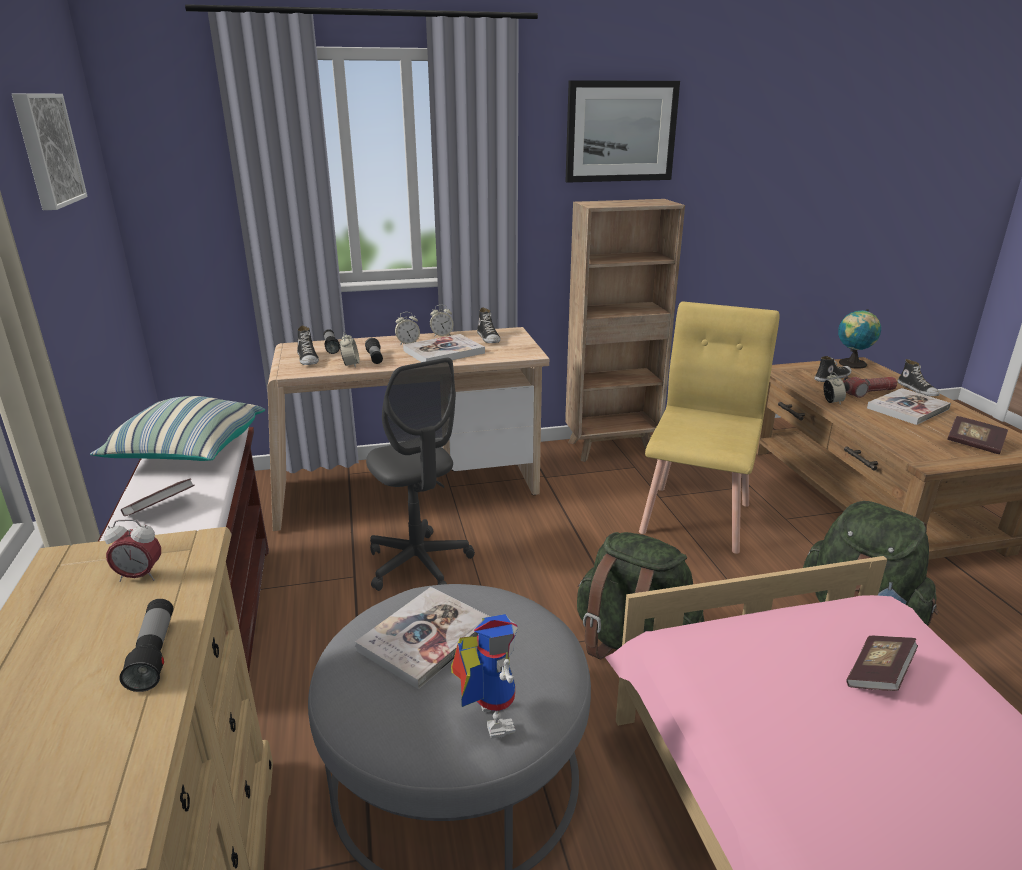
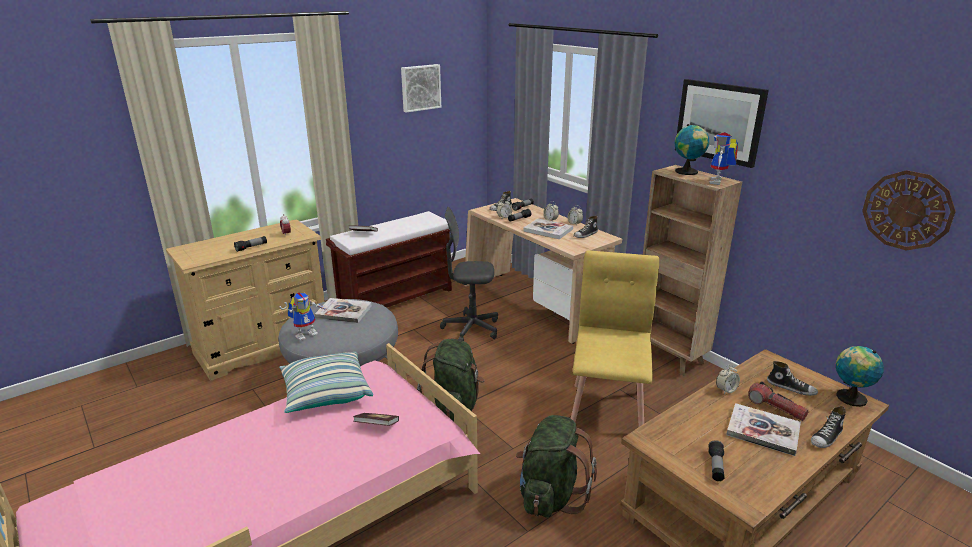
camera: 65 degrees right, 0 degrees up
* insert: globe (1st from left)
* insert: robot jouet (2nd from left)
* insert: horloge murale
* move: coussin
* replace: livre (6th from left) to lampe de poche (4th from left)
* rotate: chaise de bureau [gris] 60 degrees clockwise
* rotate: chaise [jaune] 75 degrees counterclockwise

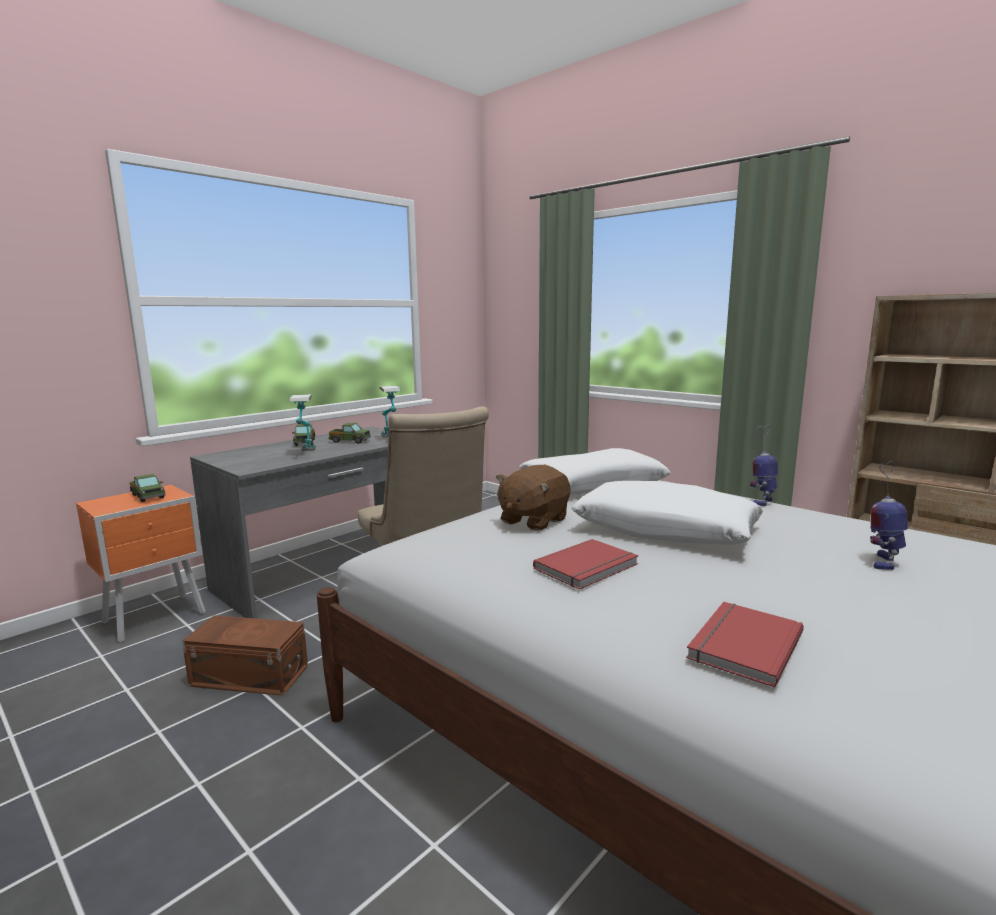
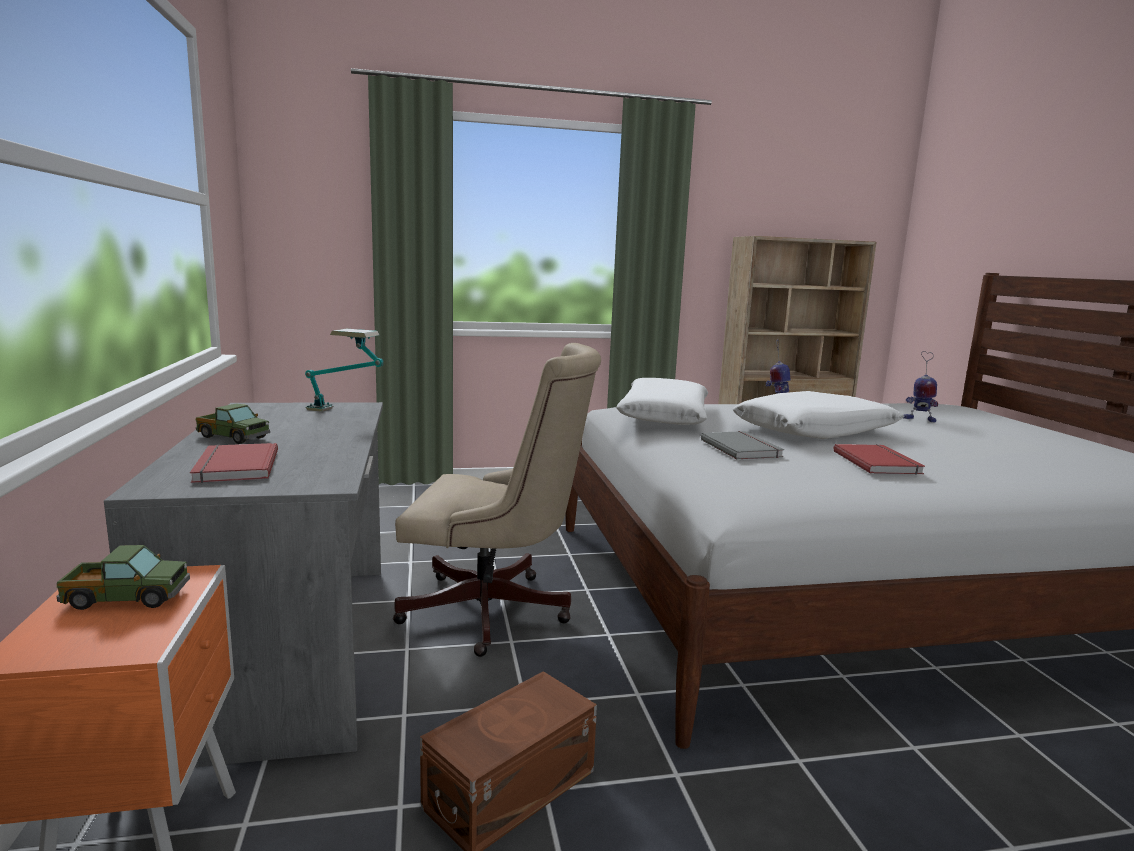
camera: 55 degrees left, 0 degrees up
* delete: lampe de table (1st from left)
* delete: camion jouet (3rd from left)
* move: livre [rouge] (2nd from left in the first image) to livre [rouge] (1st from left)
* replace: peluche [marron] to livre [gris]
* rotate: robot jouet (2nd from left) 45 degrees counterclockwise

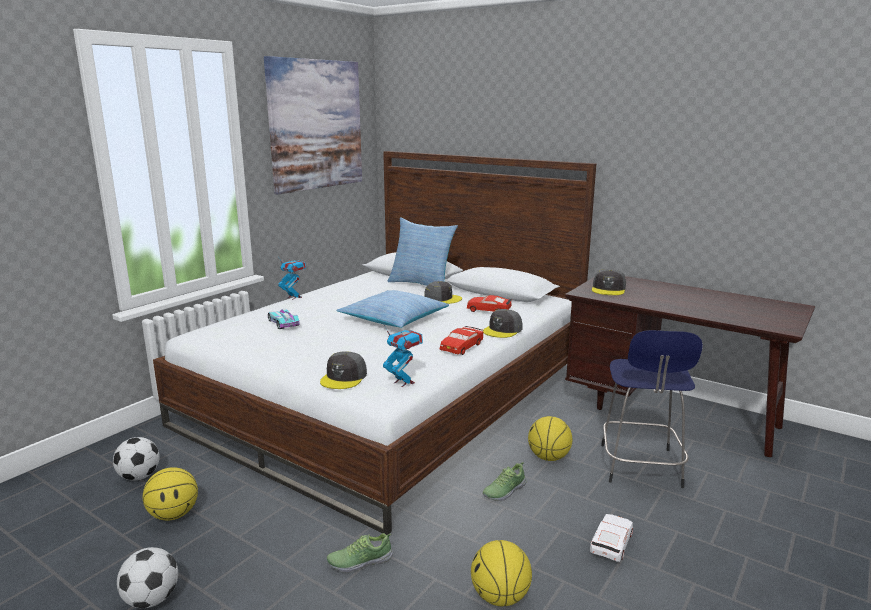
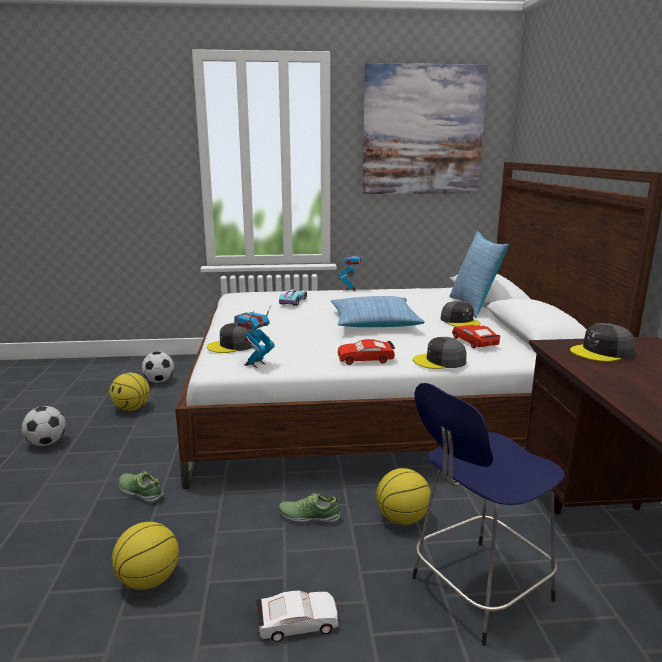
camera: 50 degrees right, 0 degrees up
* rotate: robot jouet (2nd from left in the first image) 150 degrees counterclockwise

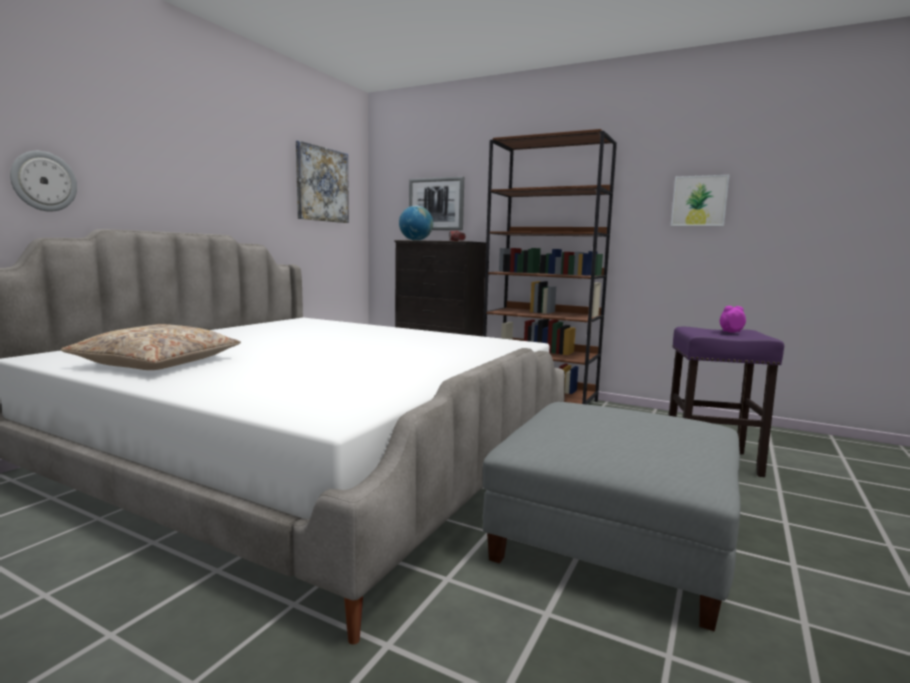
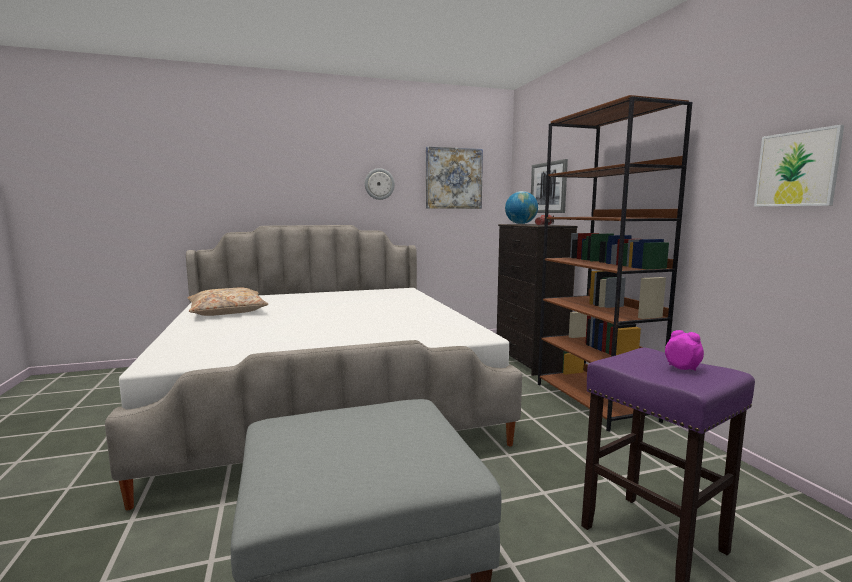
camera: 45 degrees right, 0 degrees up
* move: horloge murale

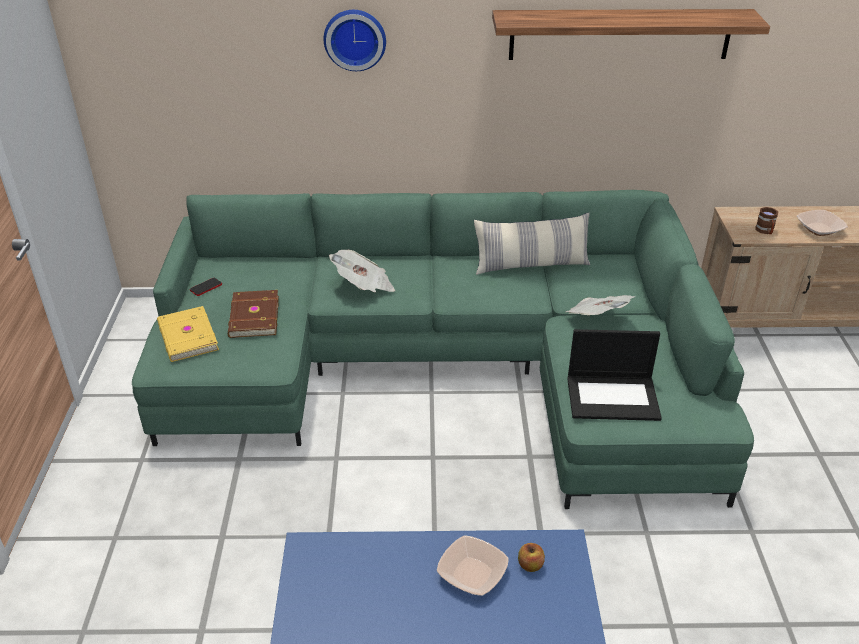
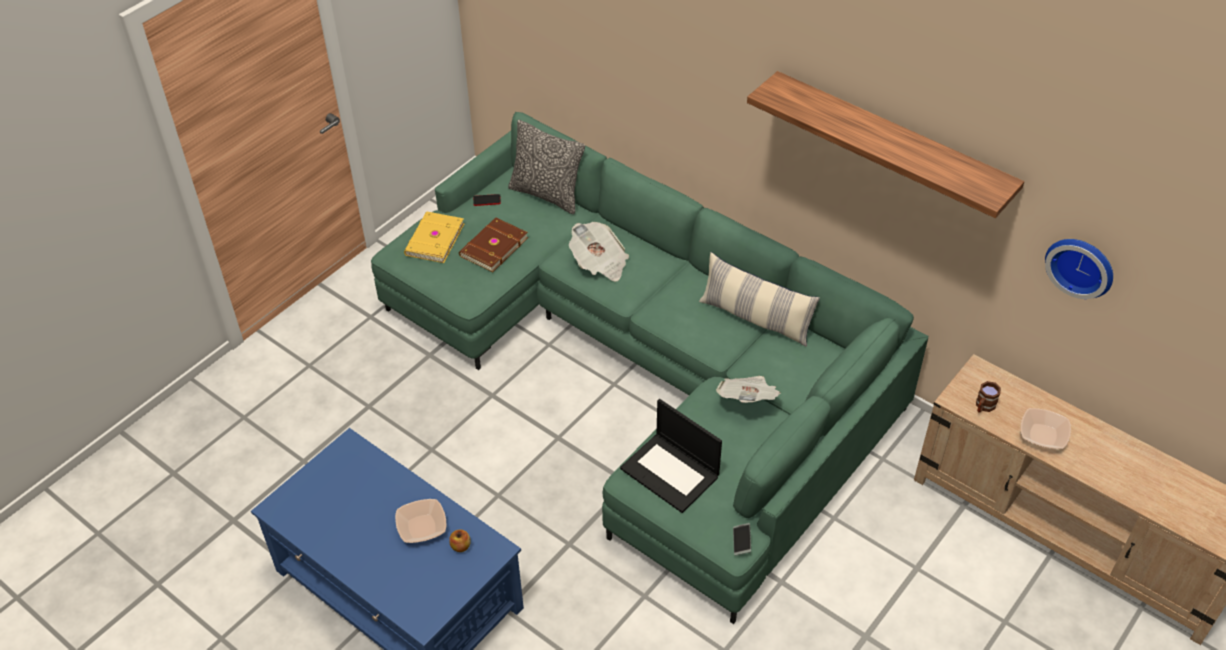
camera: 40 degrees right, 10 degrees up
* insert: coussin (1st from left)
* insert: téléphone (2nd from left)
* move: horloge murale

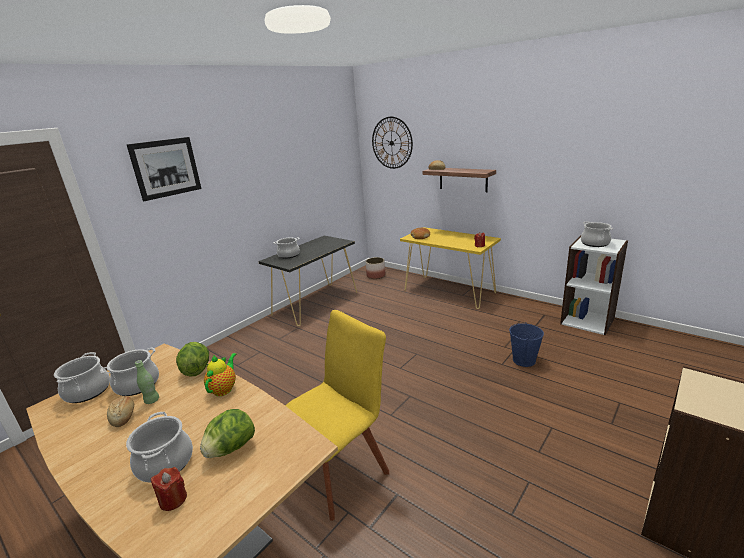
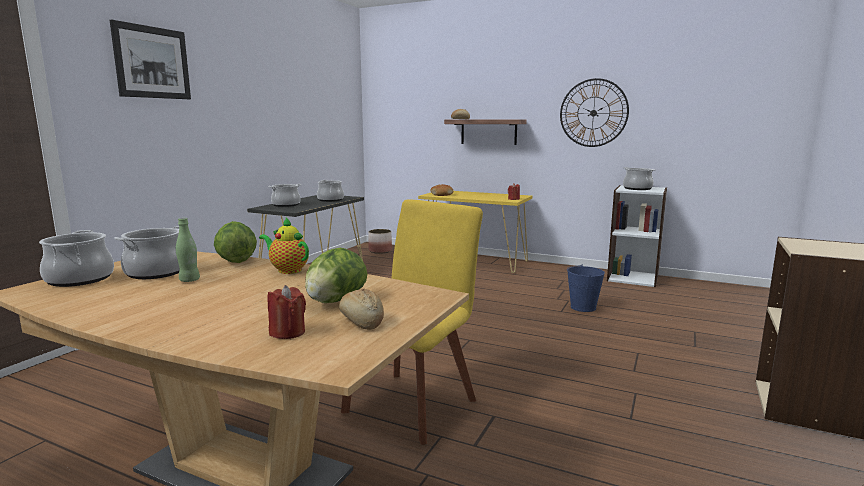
camera: 15 degrees left, 10 degrees down
* move: pain (1st from left)
* move: marmite (3rd from left in the first image) to marmite (4th from left)
* move: horloge murale
* rotate: théière 60 degrees counterclockwise

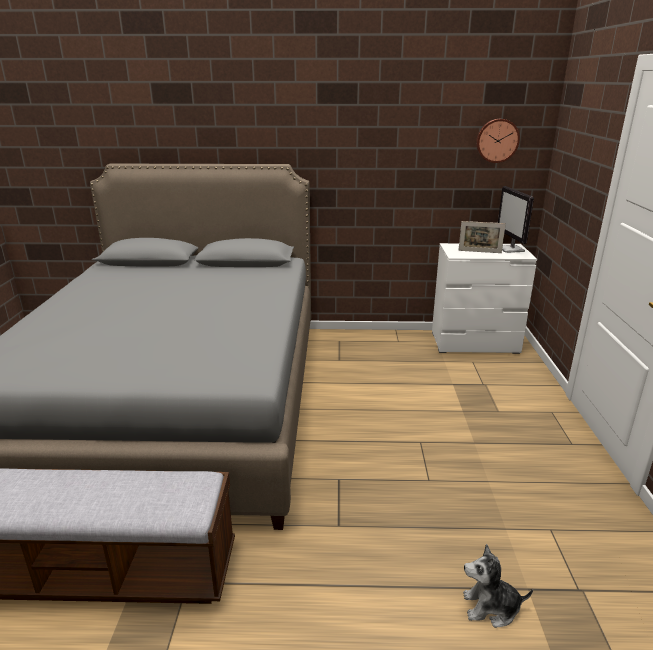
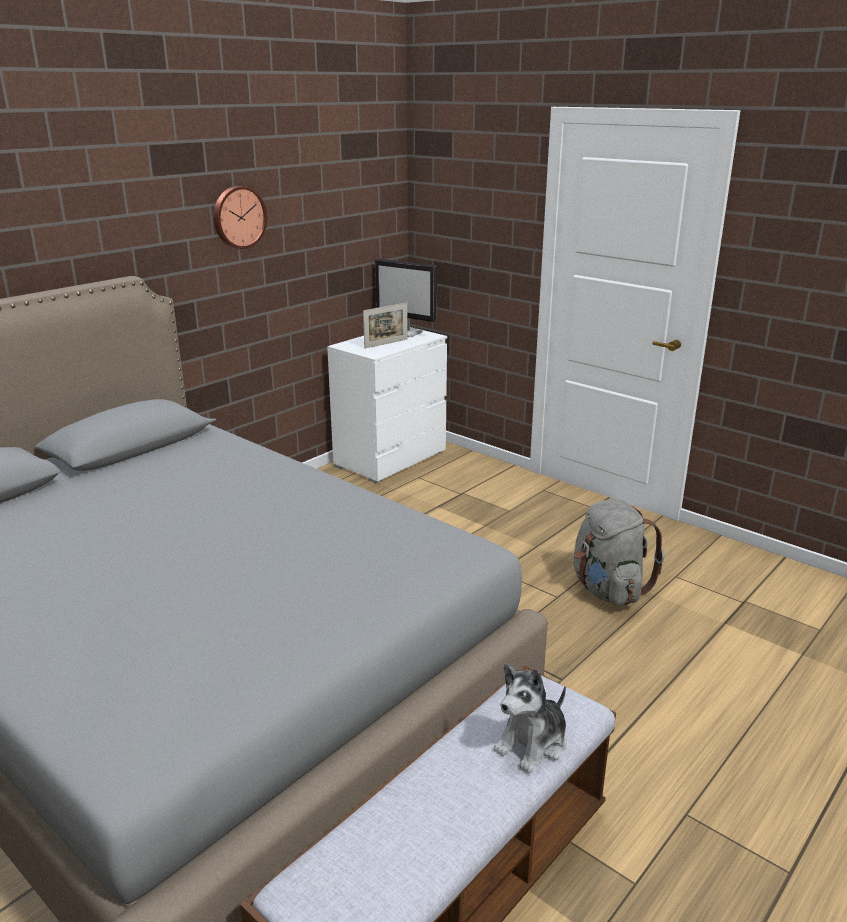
camera: 50 degrees left, 0 degrees up
* insert: sac à dos [gris]
* move: peluche
* move: horloge murale

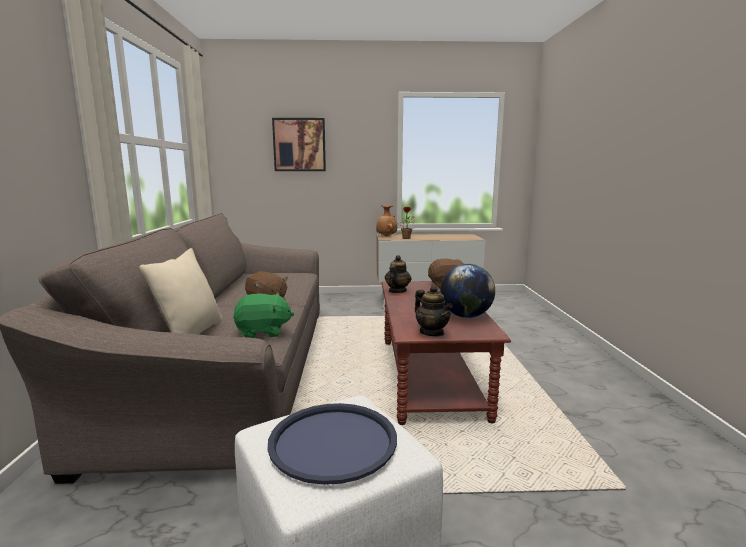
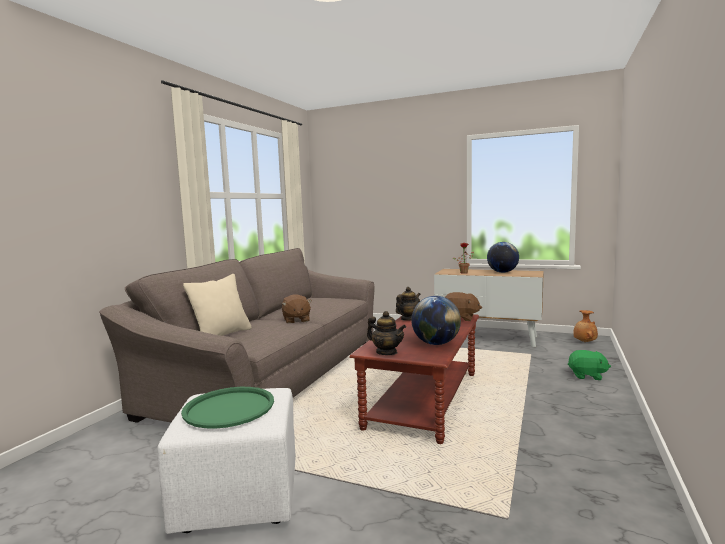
camera: 25 degrees right, 5 degrees down
* delete: tableau
* insert: globe (2nd from left)
* move: peluche [vert]
* move: vase [marron]
* recolor: plateau [bleu] to plateau [vert]
* rotate: théière (2nd from left in the first image) 45 degrees counterclockwise

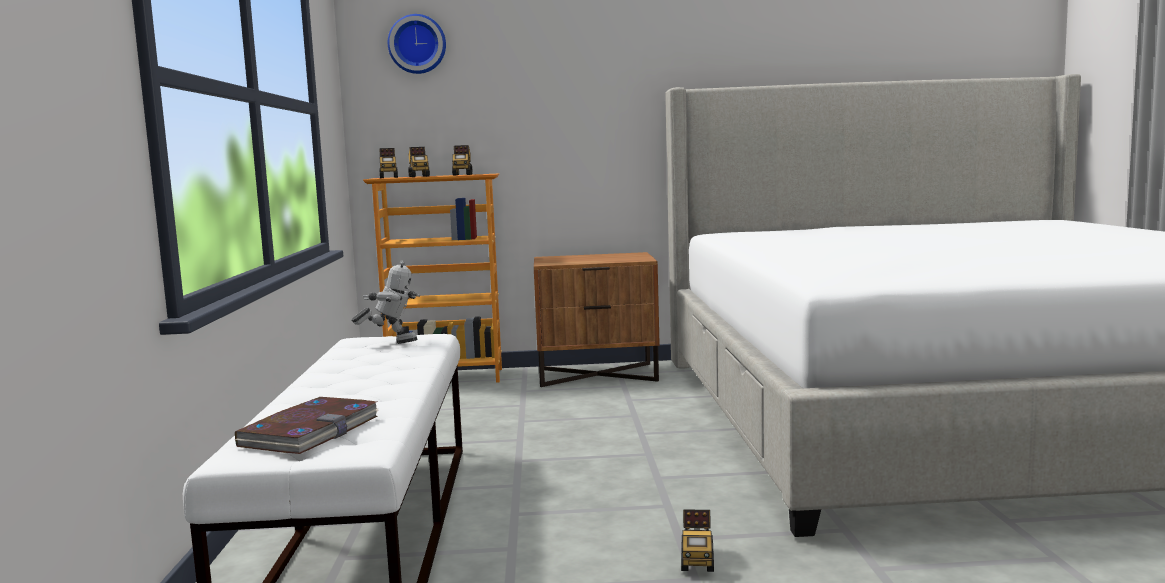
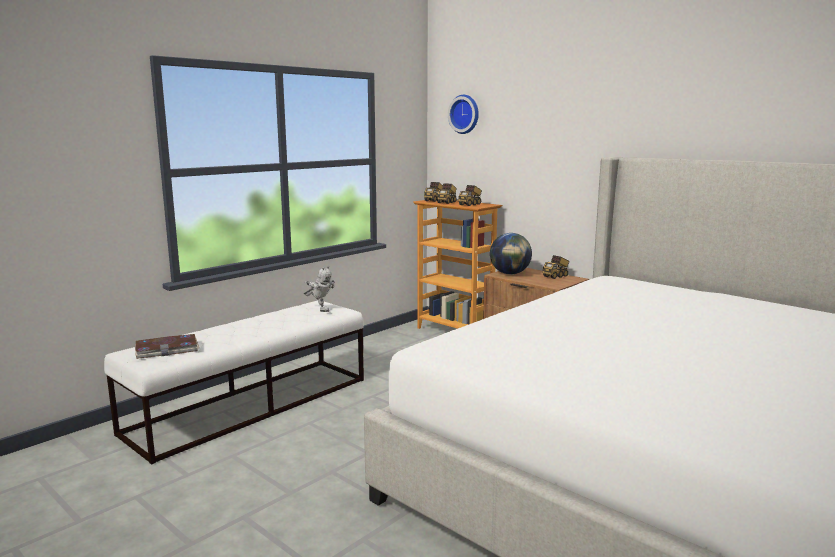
camera: 45 degrees right, 5 degrees up
* insert: globe
* move: camion jouet (4th from left)

